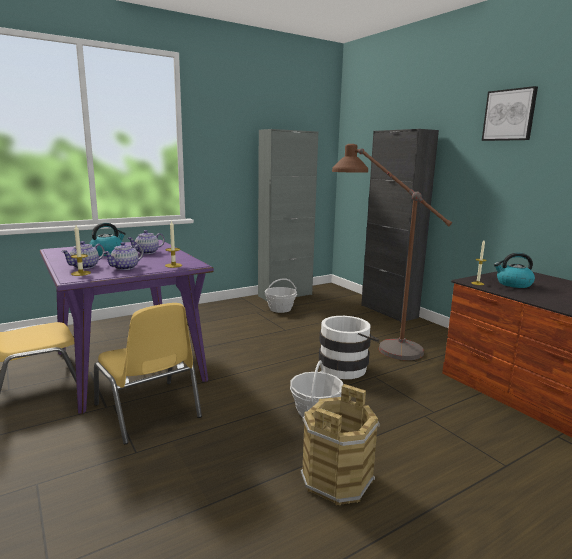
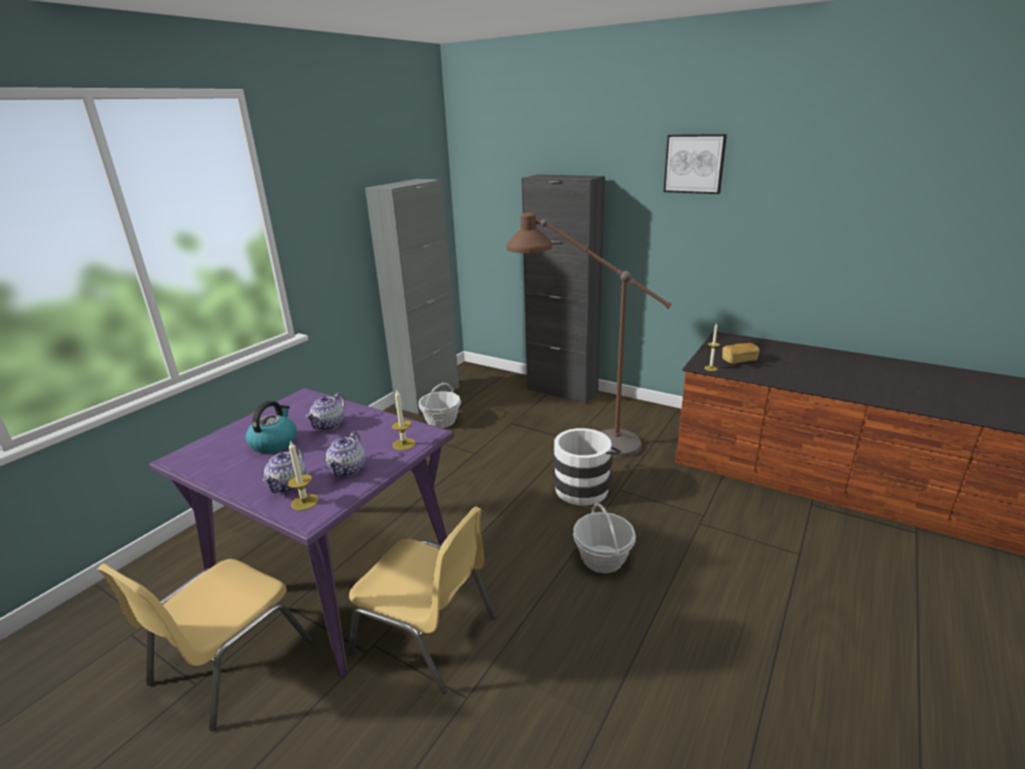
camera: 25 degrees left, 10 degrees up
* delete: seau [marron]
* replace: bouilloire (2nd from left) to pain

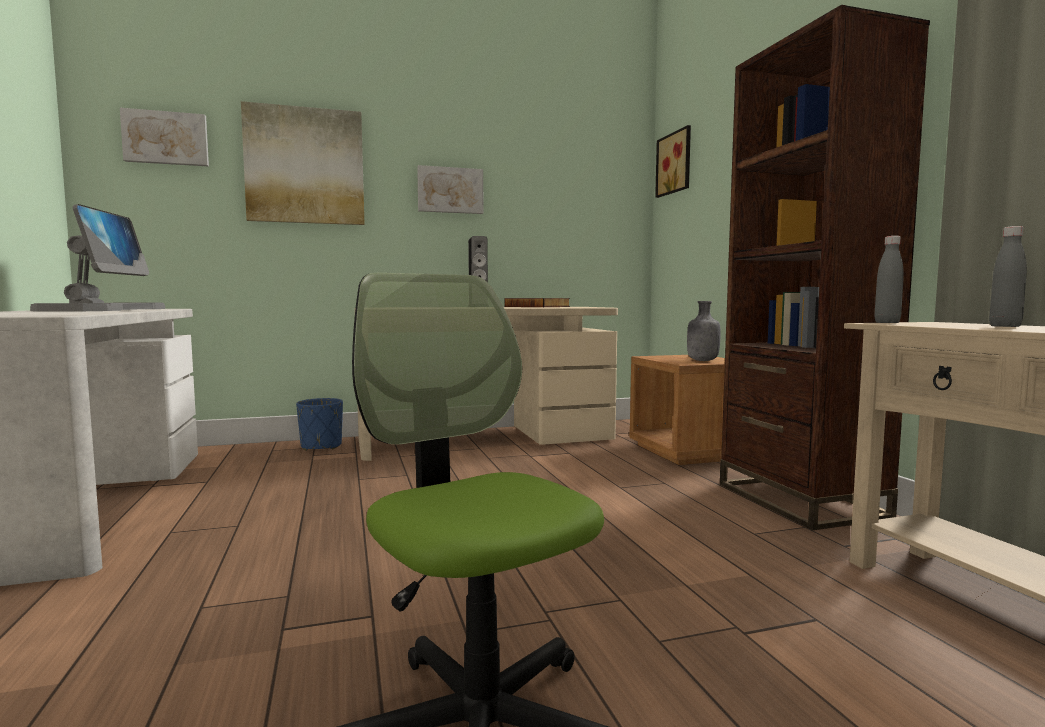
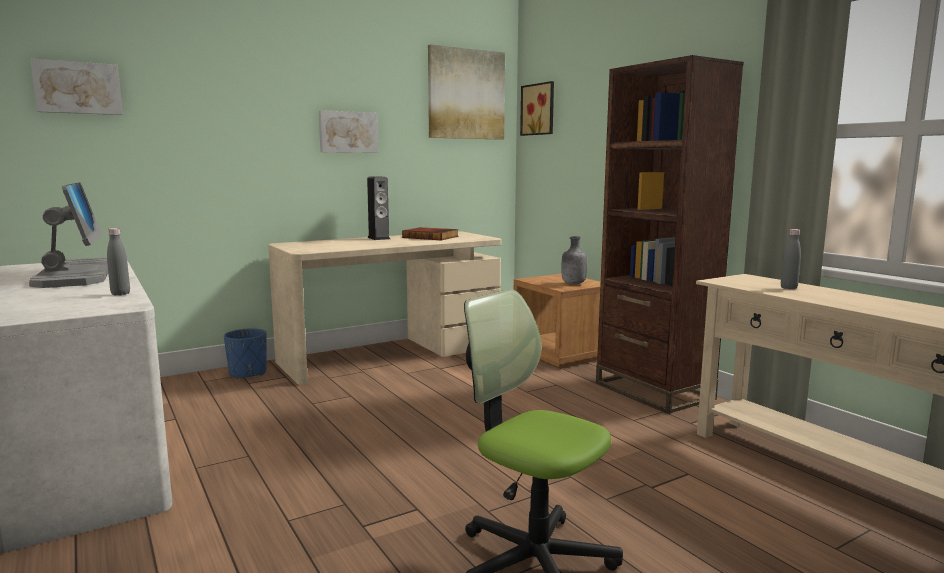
camera: 15 degrees left, 5 degrees up
* move: tableau (2nd from left in the first image) to tableau (3rd from left)
* move: bouteille [gris] (2nd from left in the first image) to bouteille [gris] (1st from left)

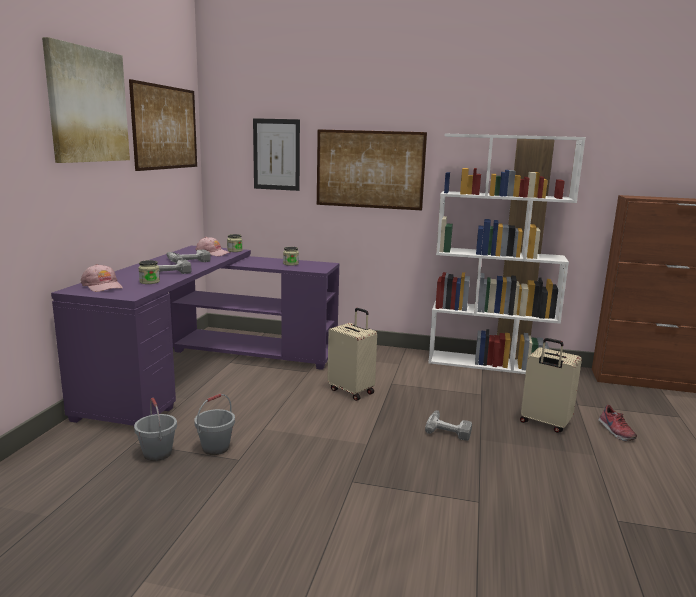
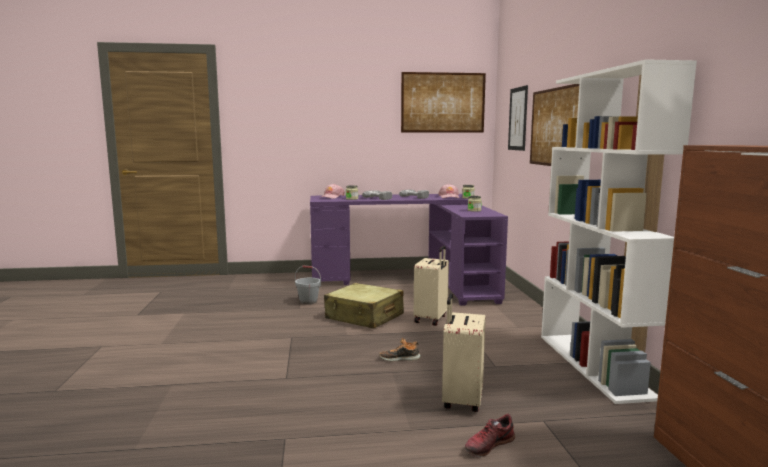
camera: 70 degrees right, 5 degrees down
* delete: tableau (1st from left)
* delete: seau [gris] (1st from left)
* insert: valise [beige] (1st from left)
* replace: perceuse (3rd from left) to chaussure (1st from left)

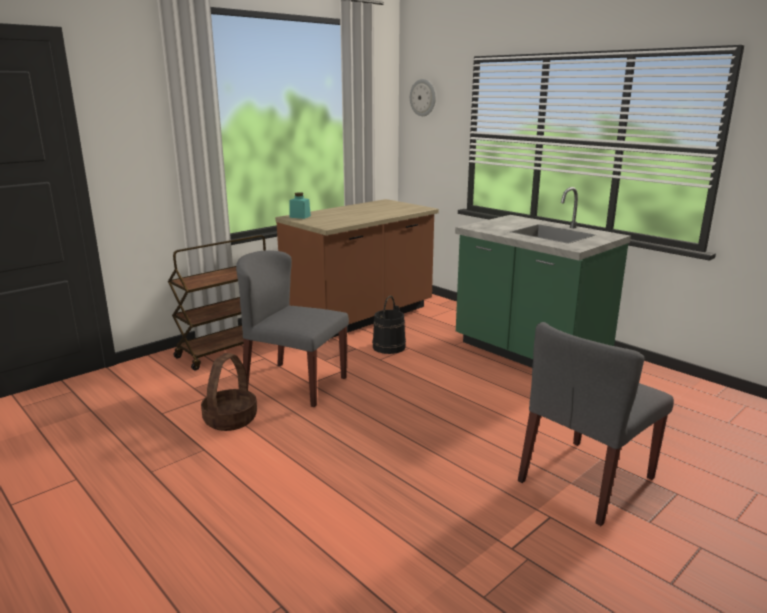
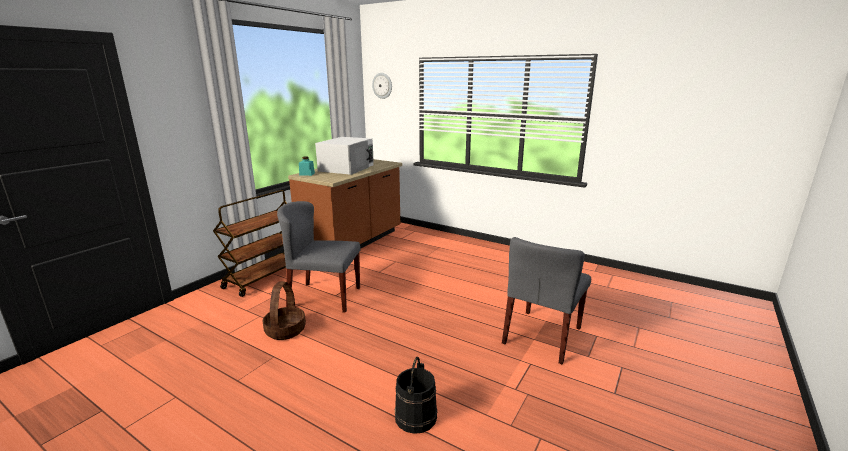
camera: 15 degrees left, 0 degrees up
* delete: comptoir de cuisine [vert]
* insert: micro-ondes [blanc]
* move: seau [noir]

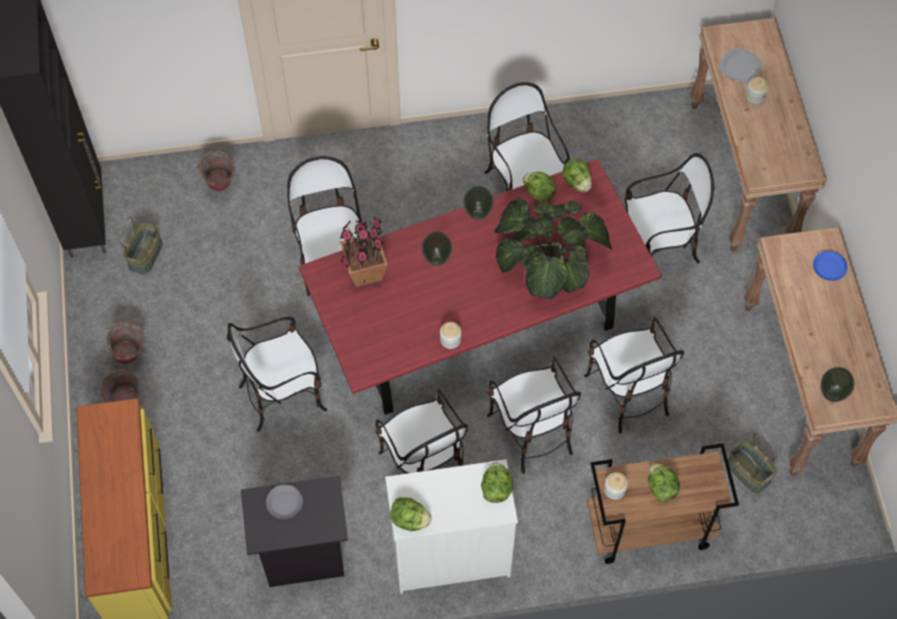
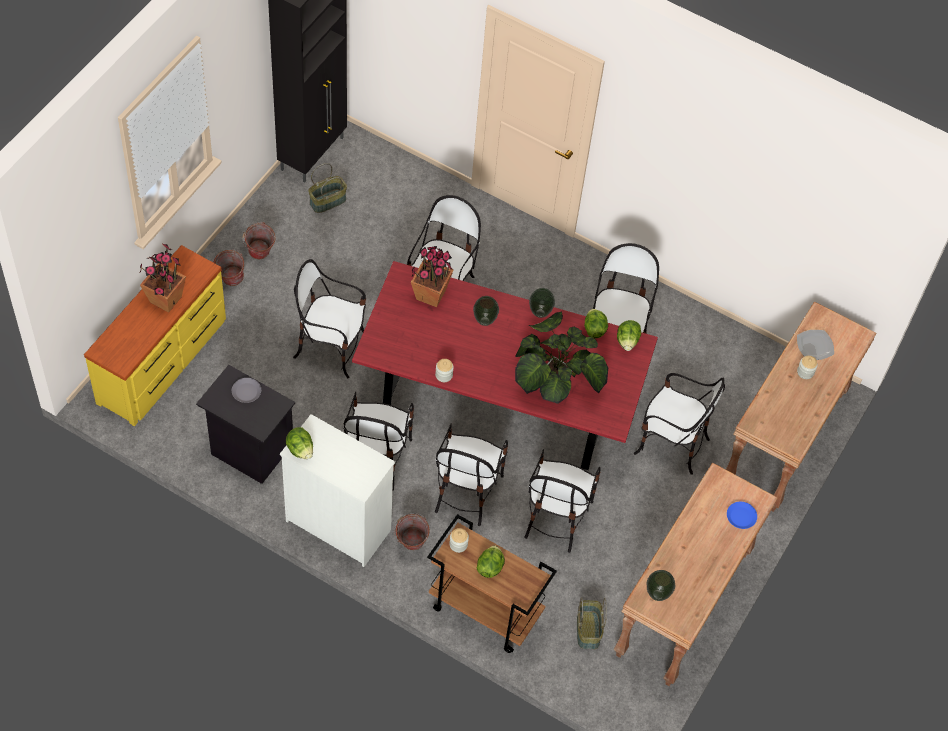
camera: 35 degrees right, 5 degrees down
* delete: laitue (2nd from left)
* insert: plante en pot (1st from left)
* move: seau (3rd from left)

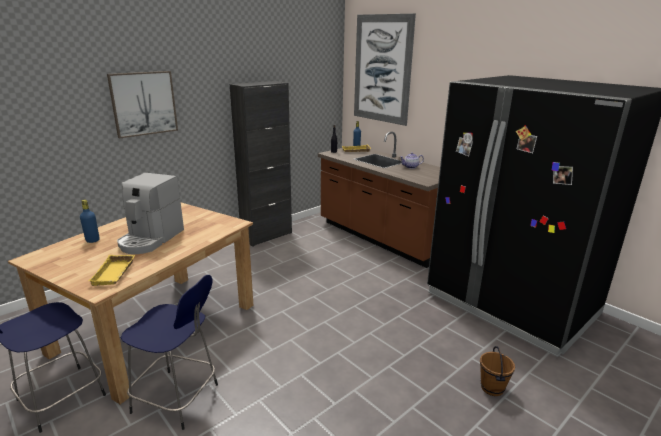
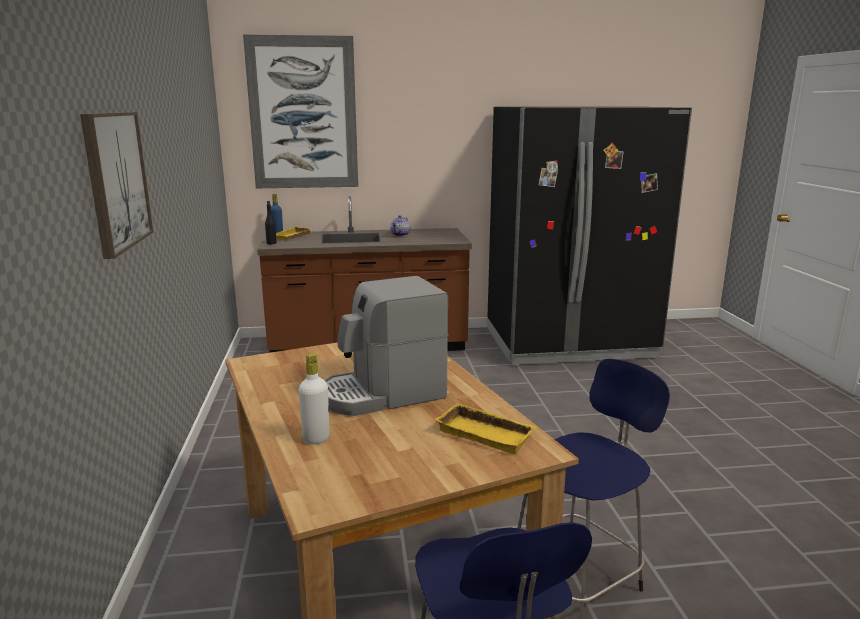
camera: 55 degrees left, 5 degrees down
* delete: meuble de rangement [noir]
* delete: seau [marron]
* recolor: bouteille [bleu] (1st from left) to bouteille [blanc]
* rotate: machine à café 105 degrees clockwise

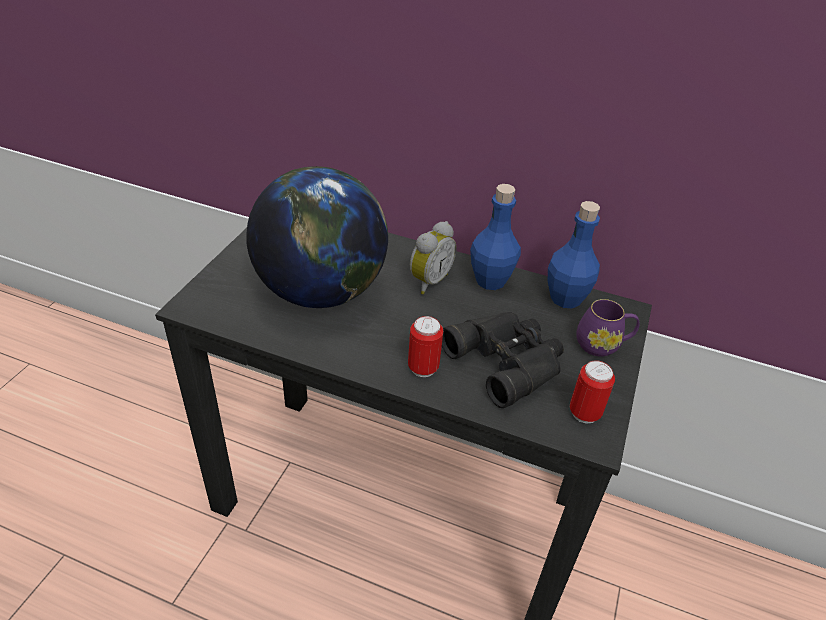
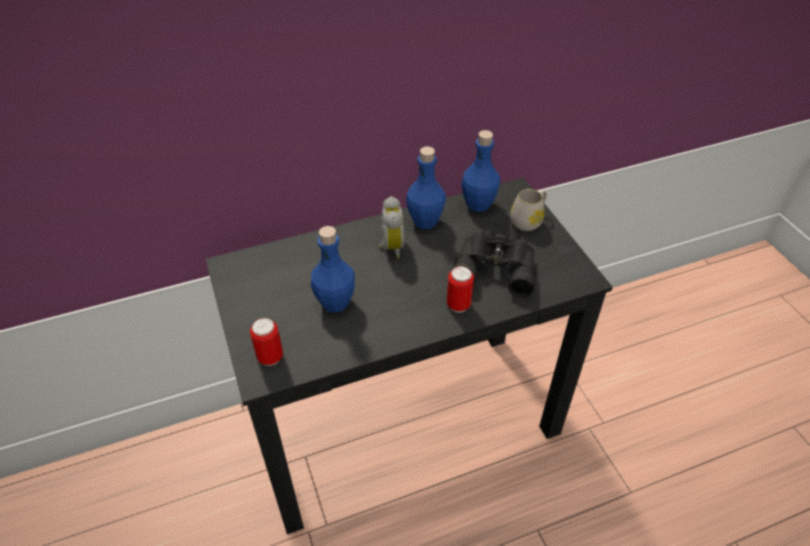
camera: 40 degrees left, 5 degrees up
* move: boîte métallique (2nd from left in the first image) to boîte métallique (1st from left)
* replace: globe to bouteille [bleu] (1st from left)
* recolor: mug [violet] to mug [blanc]

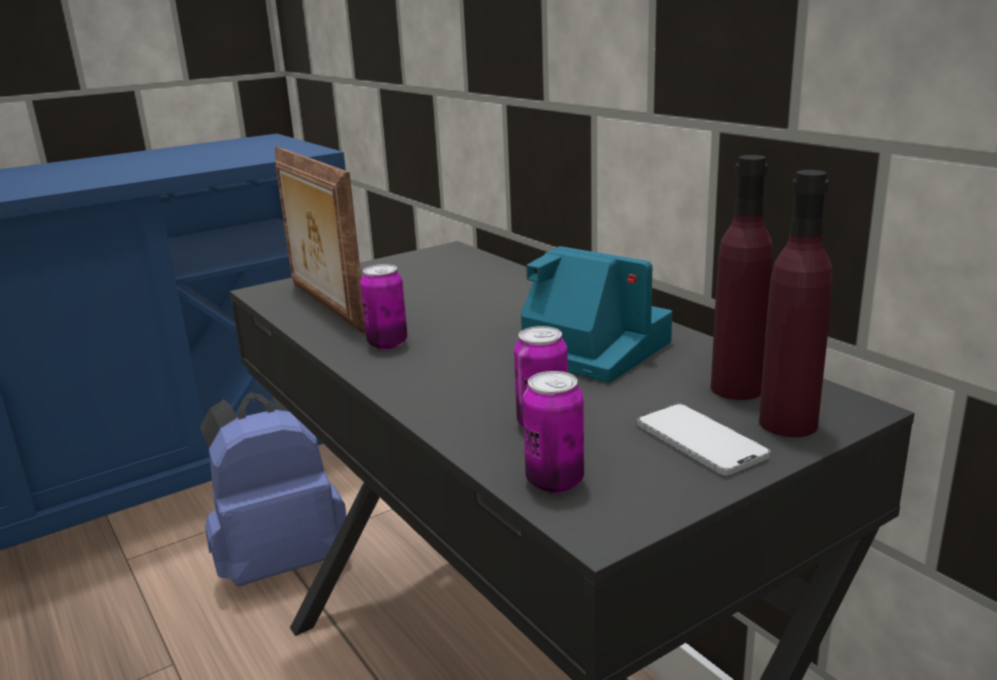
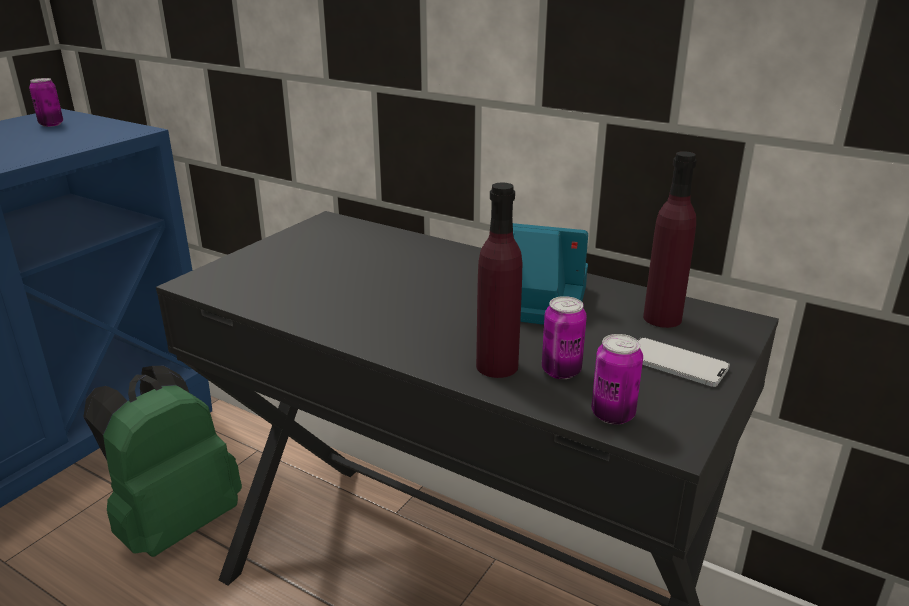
camera: 25 degrees left, 5 degrees up
* delete: cadre photo
* move: boîte métallique (1st from left)
* move: bouteille [violet] (2nd from left in the first image) to bouteille [violet] (1st from left)
* recolor: sac à dos [bleu] to sac à dos [vert]

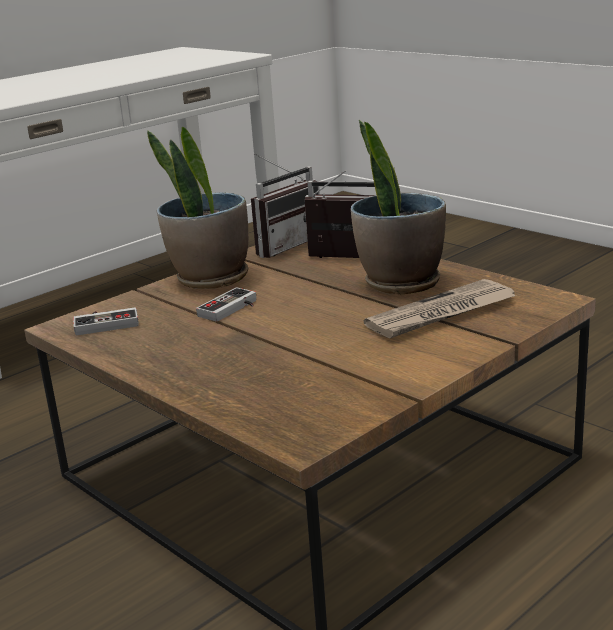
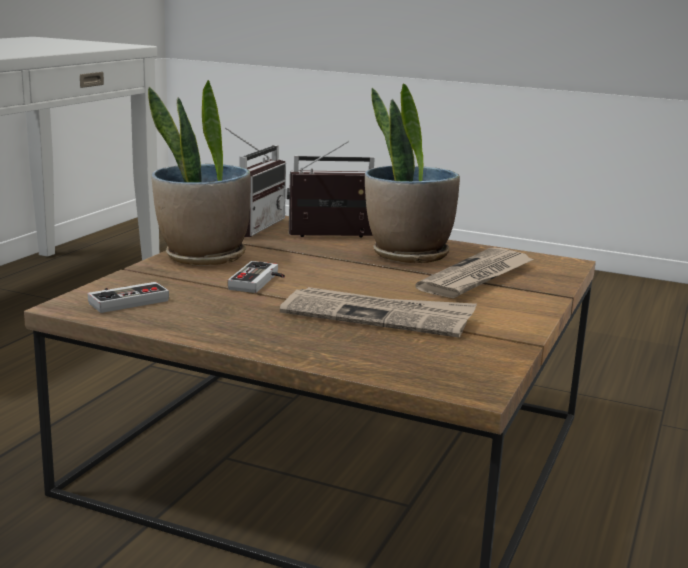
camera: 25 degrees left, 5 degrees down
* insert: journal (1st from left)

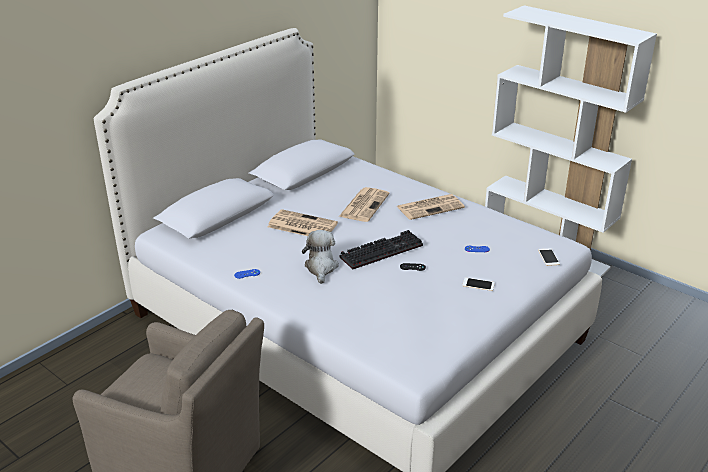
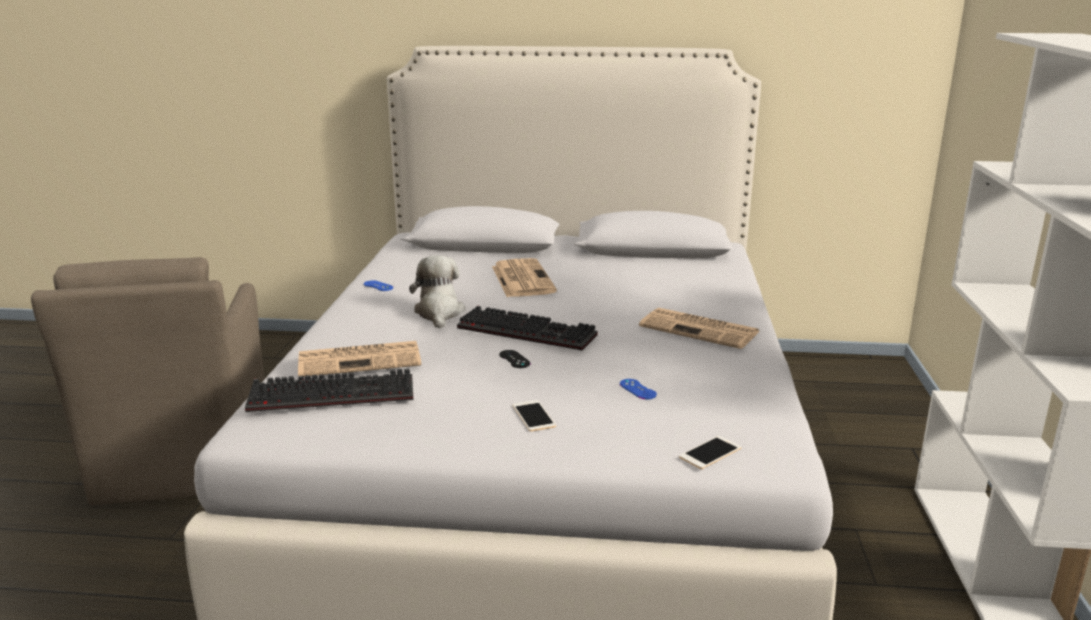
camera: 55 degrees right, 10 degrees down
* insert: clavier (1st from left)
* move: journal (2nd from left in the first image) to journal (1st from left)
* rotate: peluche 60 degrees counterclockwise

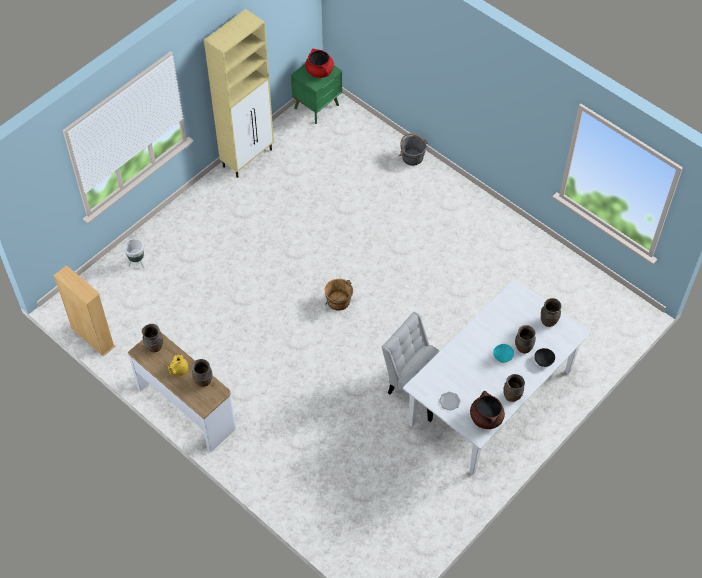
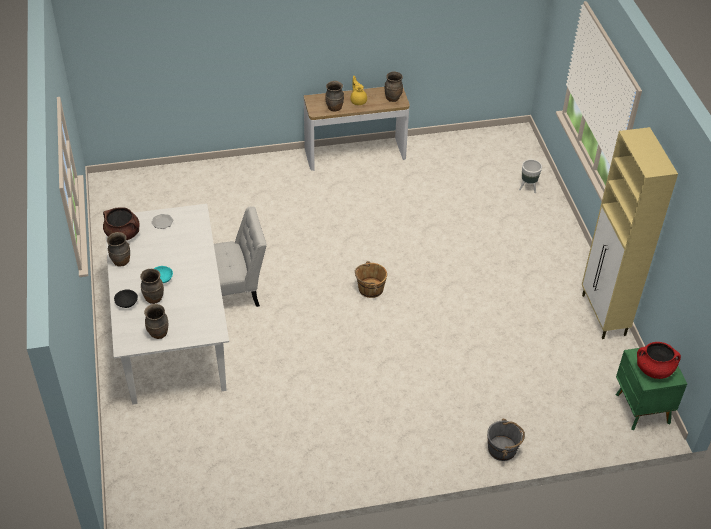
camera: 125 degrees right, 10 degrees down
* delete: bibliothèque [beige]

